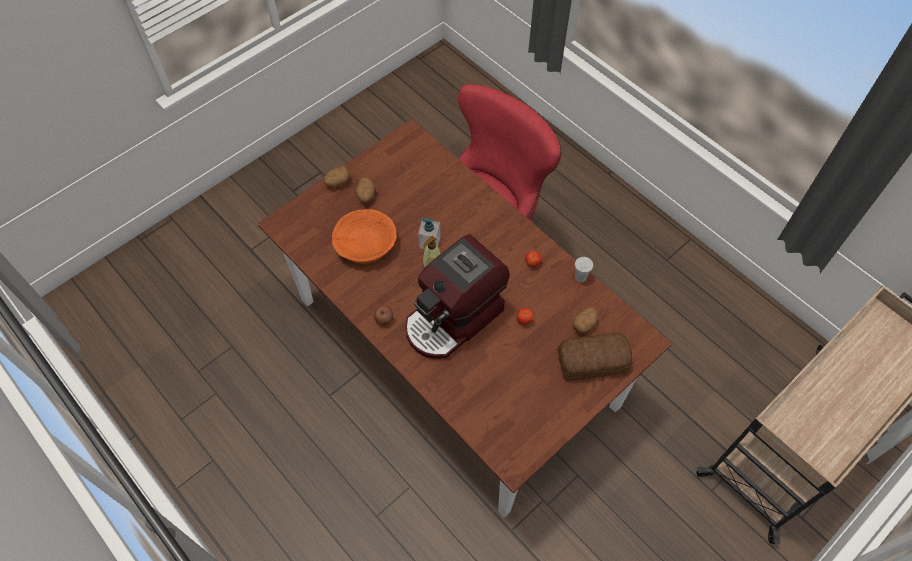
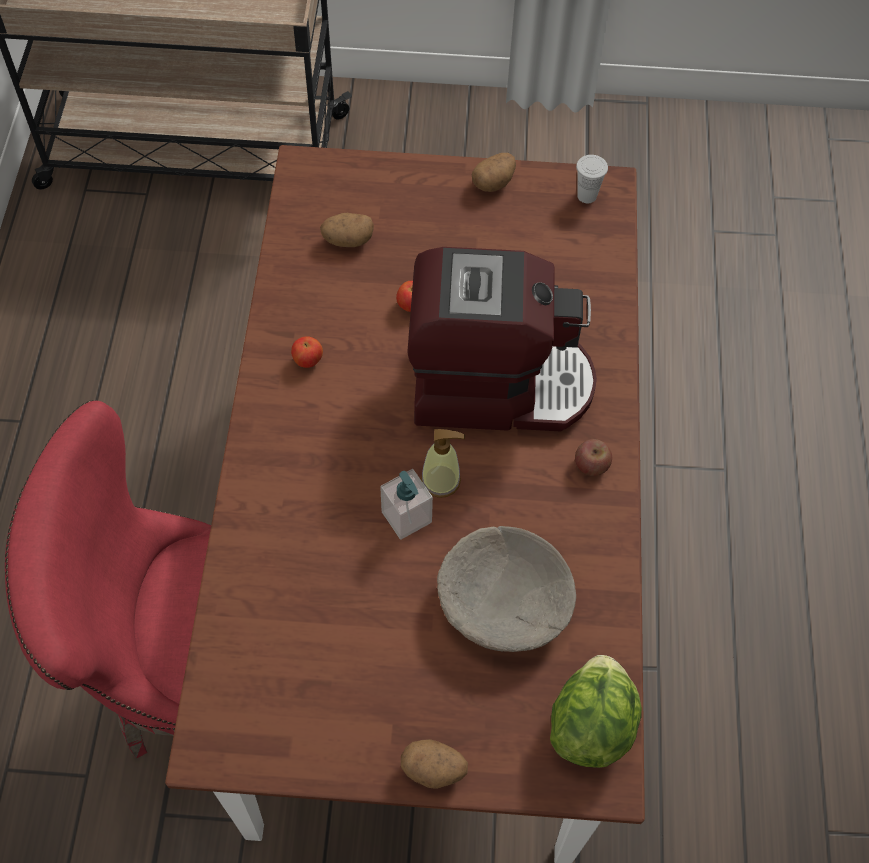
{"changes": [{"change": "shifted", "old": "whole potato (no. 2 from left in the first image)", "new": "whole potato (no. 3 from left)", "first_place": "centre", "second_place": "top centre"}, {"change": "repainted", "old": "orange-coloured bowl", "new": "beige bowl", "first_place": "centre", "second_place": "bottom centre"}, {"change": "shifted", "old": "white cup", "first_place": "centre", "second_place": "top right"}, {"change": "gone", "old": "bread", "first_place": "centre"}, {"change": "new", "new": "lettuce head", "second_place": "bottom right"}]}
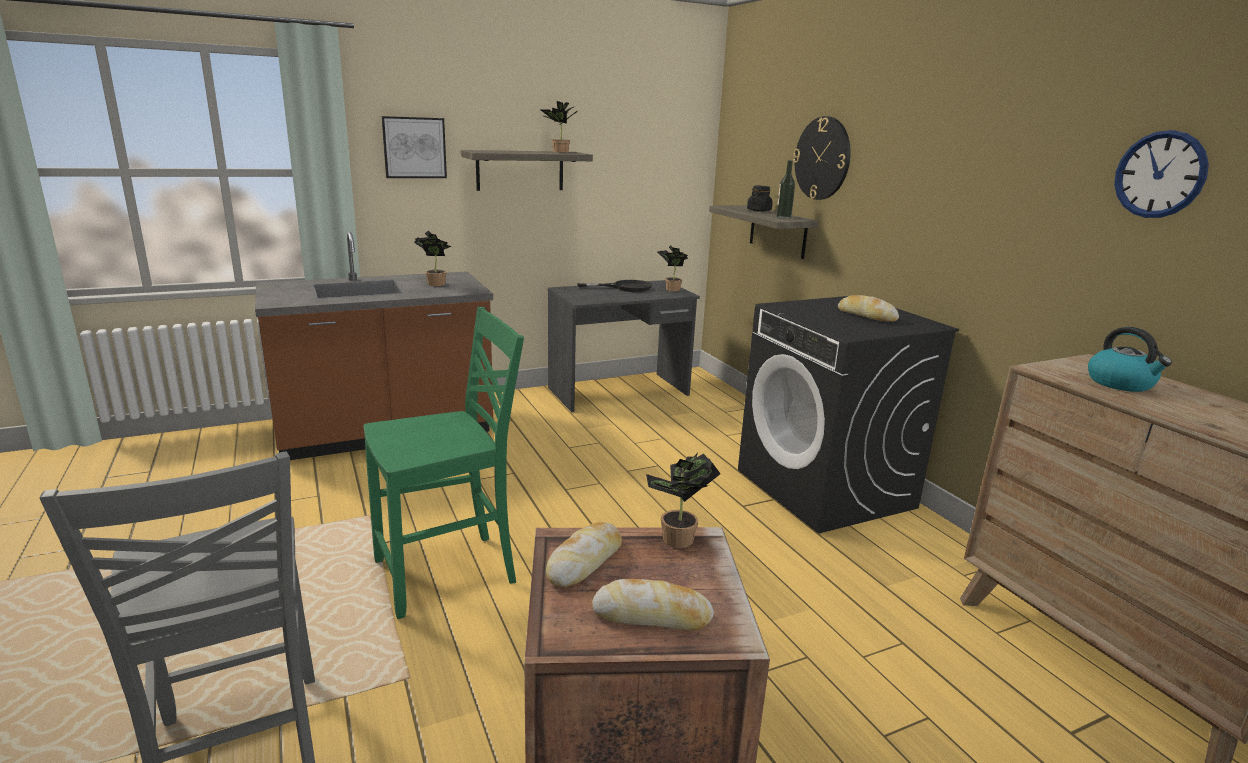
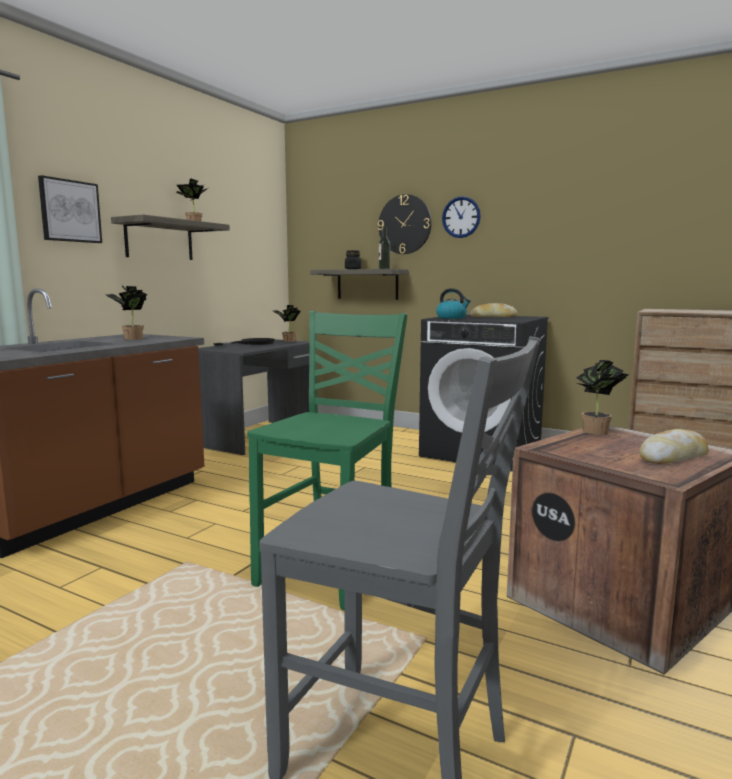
{"changes": [{"change": "shifted", "old": "hanging clock (no. 2 from left)", "first_place": "top right", "second_place": "top centre"}, {"change": "shifted", "old": "tea kettle", "first_place": "middle right", "second_place": "centre"}, {"change": "gone", "old": "bread (no. 1 from left)", "first_place": "bottom centre"}]}
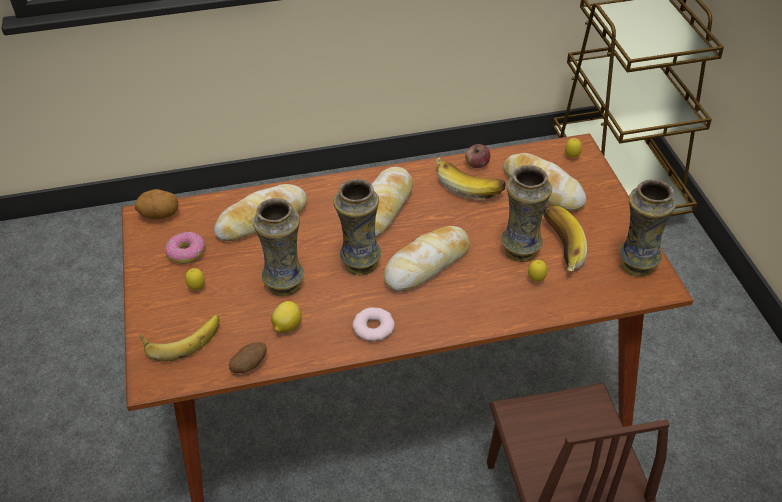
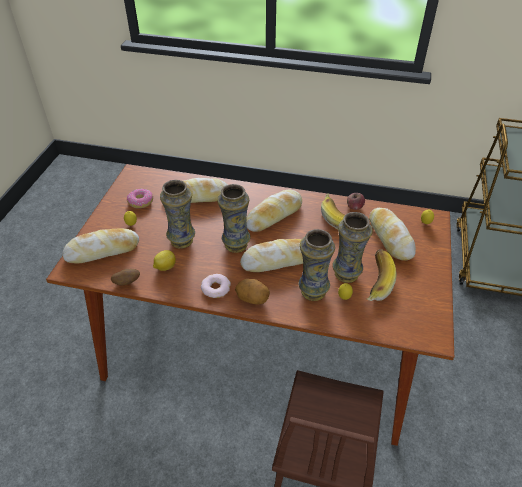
{"changes": [{"change": "shifted", "old": "vase (no. 4 from left in the first image)", "new": "vase (no. 3 from left)", "first_place": "middle right", "second_place": "centre"}, {"change": "shifted", "old": "whole potato (no. 1 from left in the first image)", "new": "whole potato (no. 2 from left)", "first_place": "middle left", "second_place": "centre"}, {"change": "swapped", "old": "whole banana (no. 1 from left)", "new": "bread (no. 1 from left)", "first_place": "bottom left", "second_place": "middle left"}]}
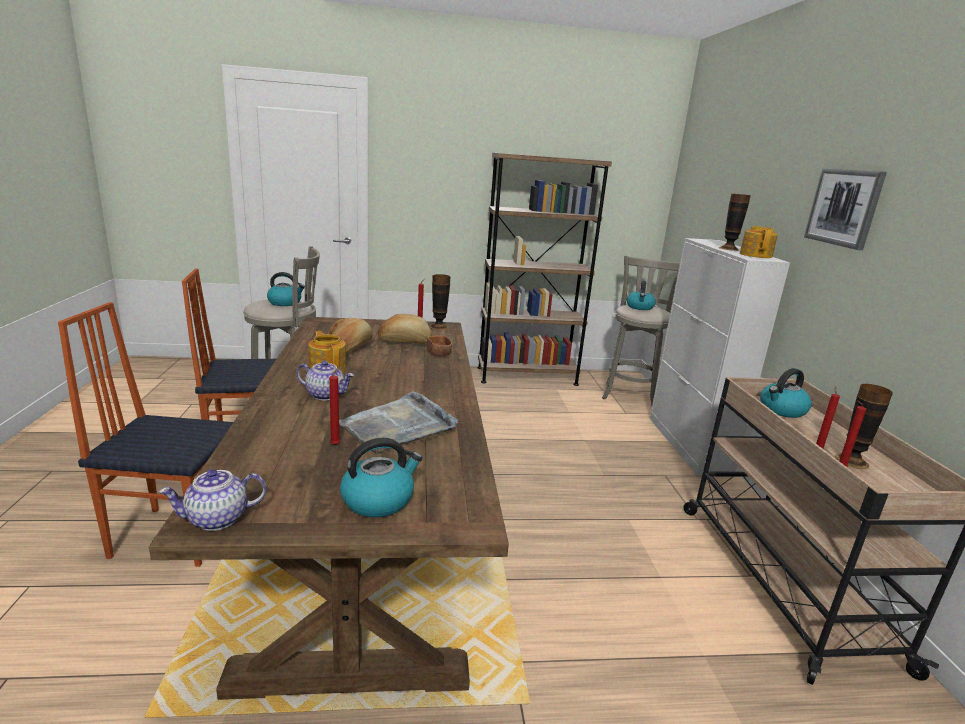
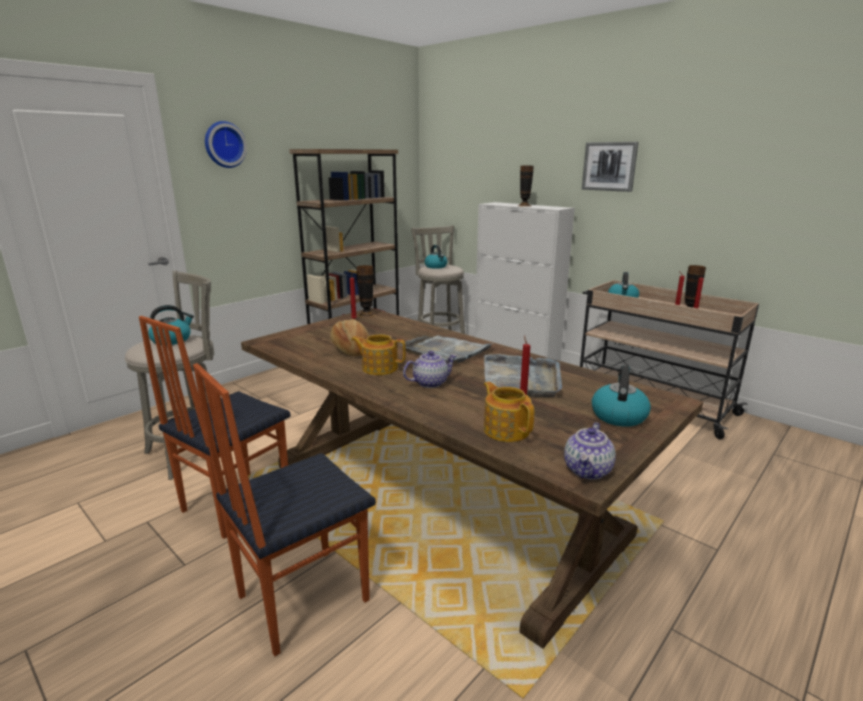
{"changes": [{"change": "shifted", "old": "teapot (no. 4 from left in the first image)", "new": "teapot (no. 3 from left)", "first_place": "middle right", "second_place": "centre"}, {"change": "gone", "old": "bread (no. 2 from left)", "first_place": "centre"}, {"change": "gone", "old": "brown-coloured bowl", "first_place": "centre"}, {"change": "new", "new": "hanging clock", "second_place": "top left"}, {"change": "new", "new": "gray tray (no. 1 from left)", "second_place": "centre"}]}
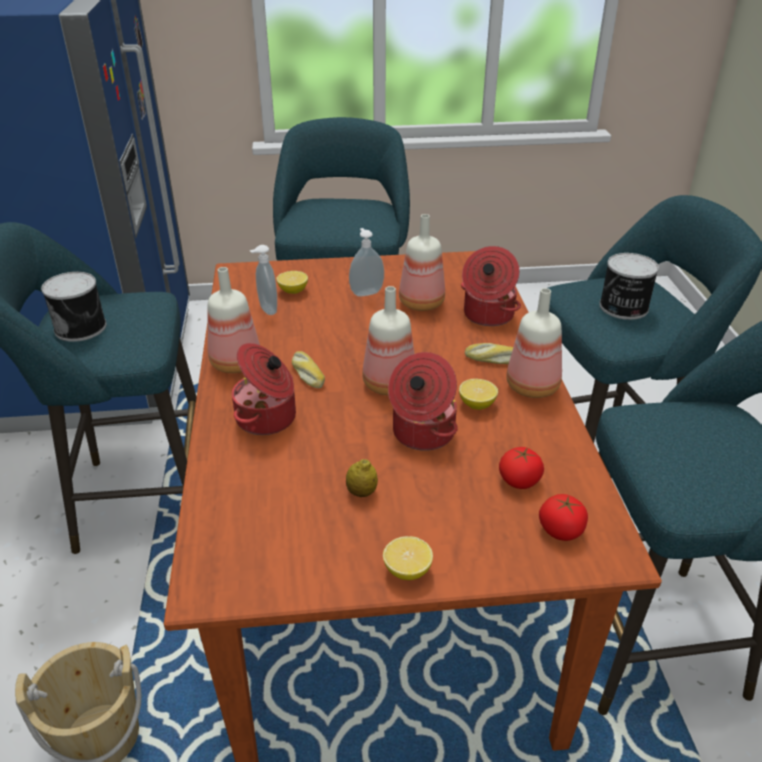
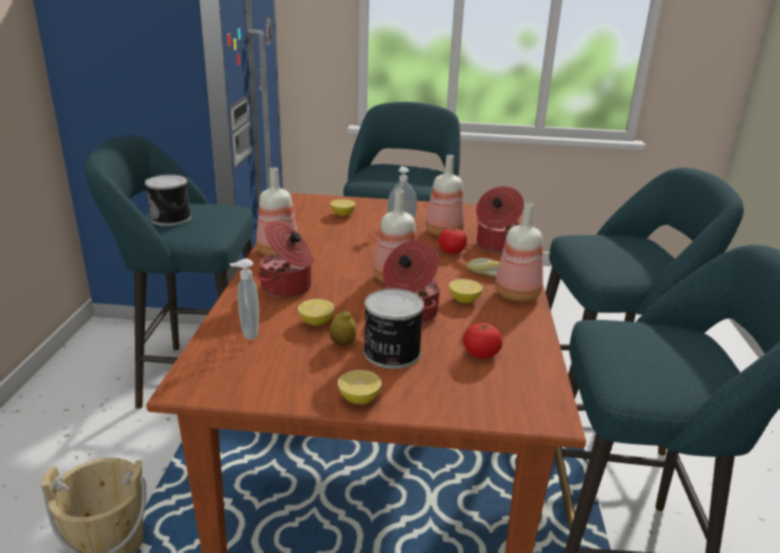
{"changes": [{"change": "shifted", "old": "liquid soap bottle (no. 1 from left)", "first_place": "centre", "second_place": "middle left"}, {"change": "shifted", "old": "can (no. 2 from left)", "first_place": "middle right", "second_place": "centre"}, {"change": "gone", "old": "bread (no. 1 from left)", "first_place": "centre"}, {"change": "shifted", "old": "fresh tomato (no. 2 from left in the first image)", "new": "fresh tomato (no. 1 from left)", "first_place": "bottom right", "second_place": "centre"}, {"change": "new", "new": "lemon (no. 1 from left)", "second_place": "centre"}]}
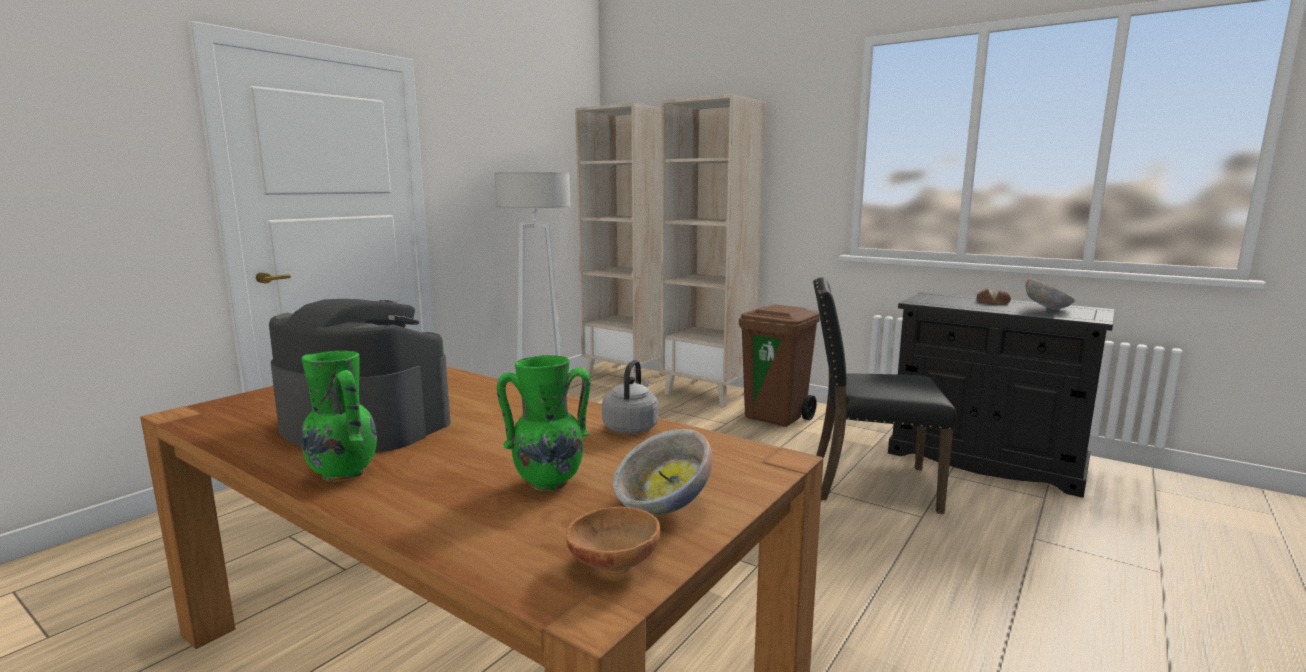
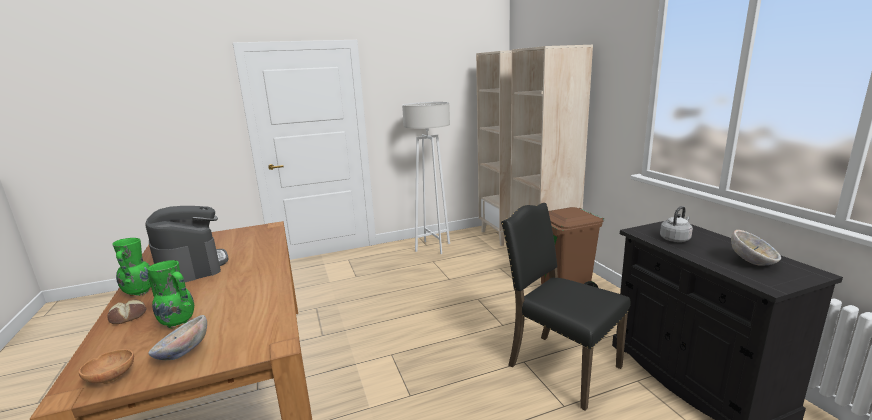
{"changes": [{"change": "shifted", "old": "bread", "first_place": "middle right", "second_place": "bottom left"}, {"change": "shifted", "old": "gray tea kettle", "first_place": "centre", "second_place": "middle right"}]}
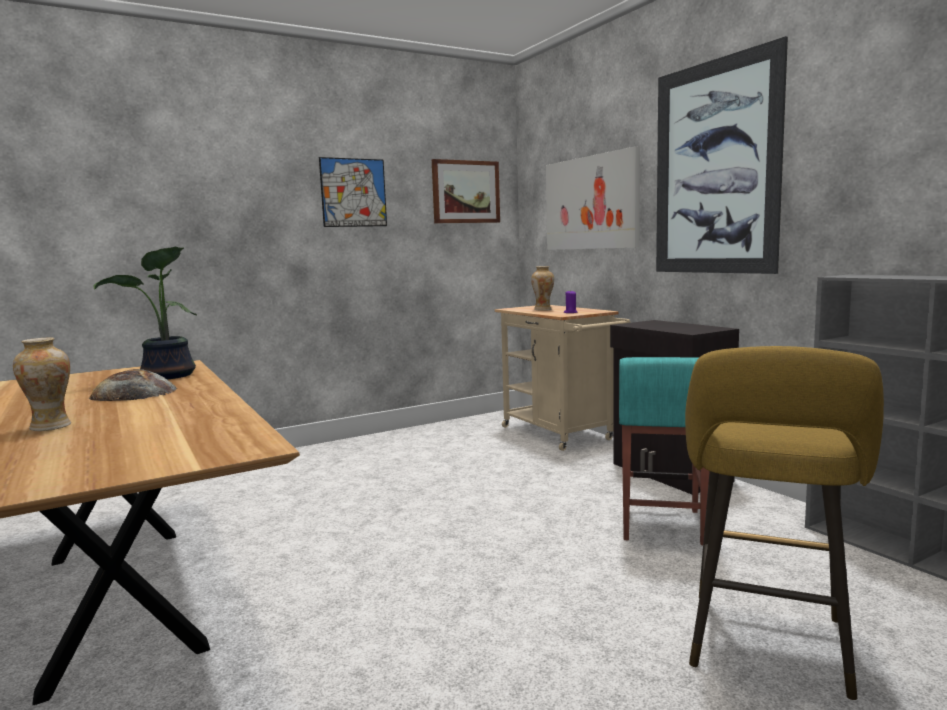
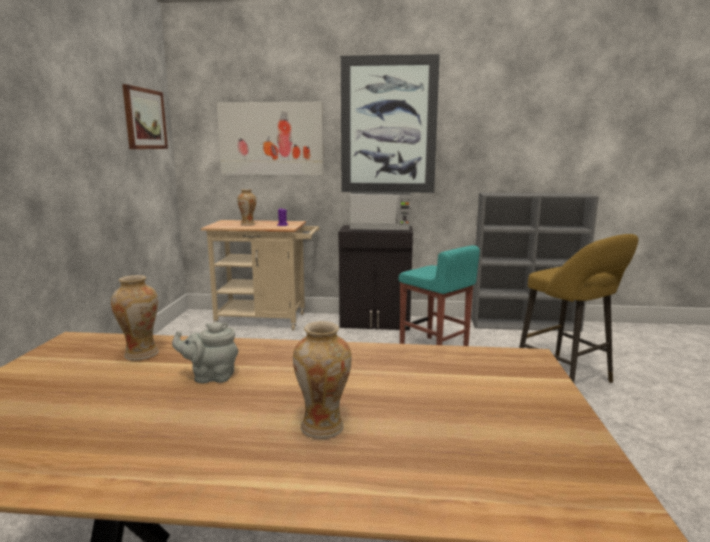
{"changes": [{"change": "gone", "old": "picture (no. 1 from left)", "first_place": "top centre"}, {"change": "swapped", "old": "potted plant", "new": "vase (no. 1 from left)", "first_place": "middle left", "second_place": "middle left"}, {"change": "swapped", "old": "bread", "new": "gray teapot", "first_place": "middle left", "second_place": "middle left"}, {"change": "new", "new": "microwave oven", "second_place": "centre"}]}
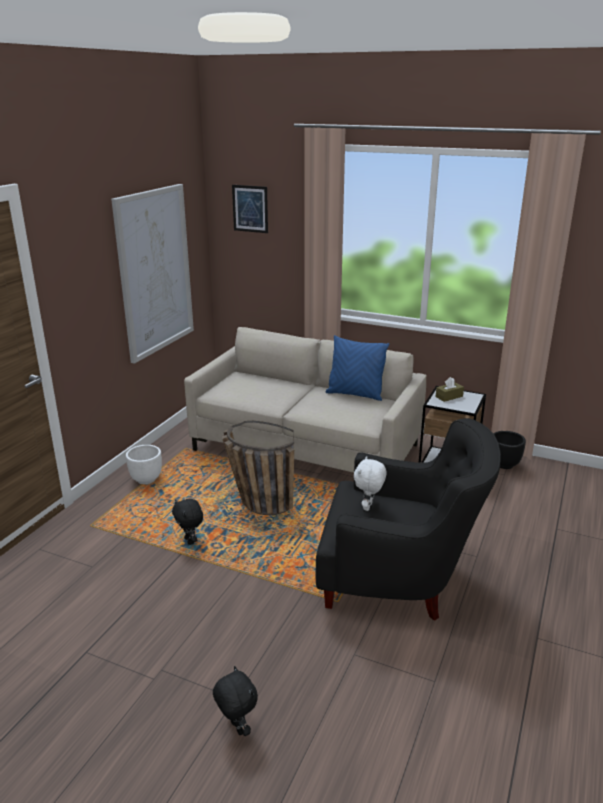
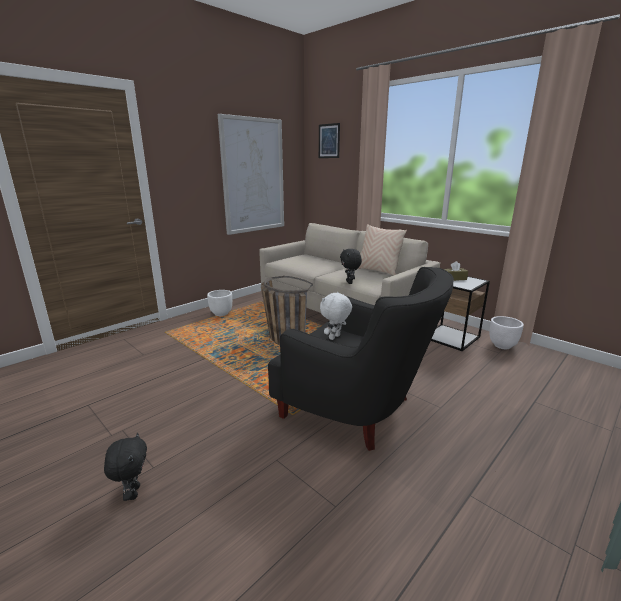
{"changes": [{"change": "repainted", "old": "blue-coloured pillow", "new": "beige pillow", "first_place": "centre", "second_place": "centre"}, {"change": "repainted", "old": "black-coloured plant pot", "new": "white plant pot (no. 2 from left)", "first_place": "middle right", "second_place": "middle right"}, {"change": "shifted", "old": "black-coloured plush toy (no. 1 from left in the first image)", "new": "black-coloured plush toy (no. 2 from left)", "first_place": "middle left", "second_place": "centre"}]}
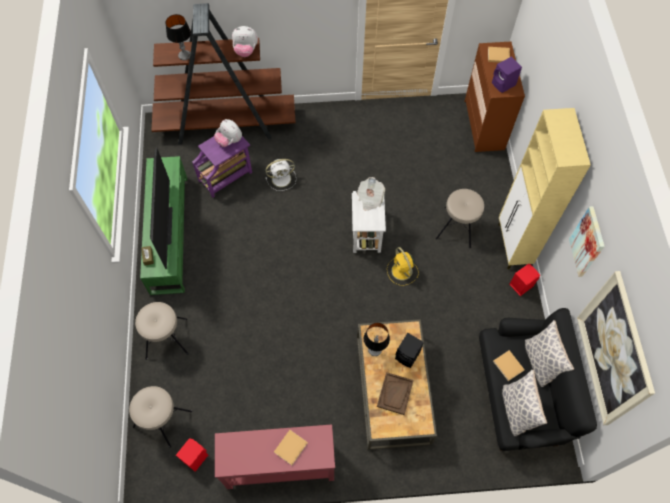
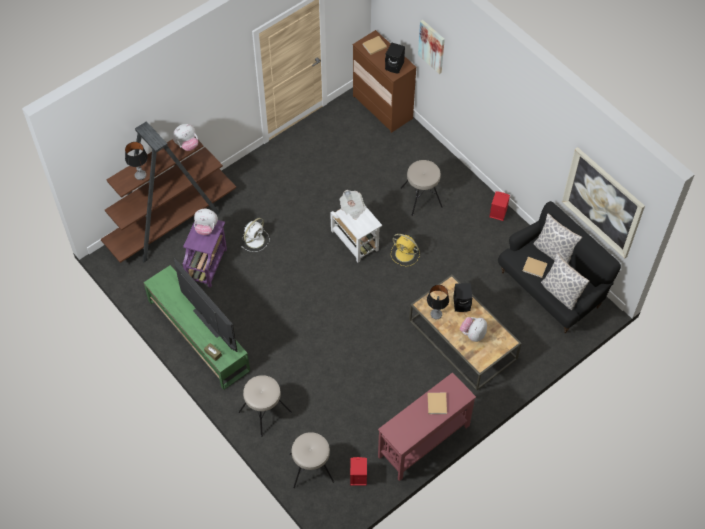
{"changes": [{"change": "repainted", "old": "purple speaker", "new": "black-coloured speaker (no. 1 from left)", "first_place": "top right", "second_place": "top centre"}, {"change": "gone", "old": "beige cabinet", "first_place": "middle right"}, {"change": "shifted", "old": "picture (no. 1 from left)", "first_place": "middle right", "second_place": "top centre"}, {"change": "swapped", "old": "brown-coloured tray", "new": "plush toy (no. 3 from left)", "first_place": "bottom centre", "second_place": "middle right"}]}
